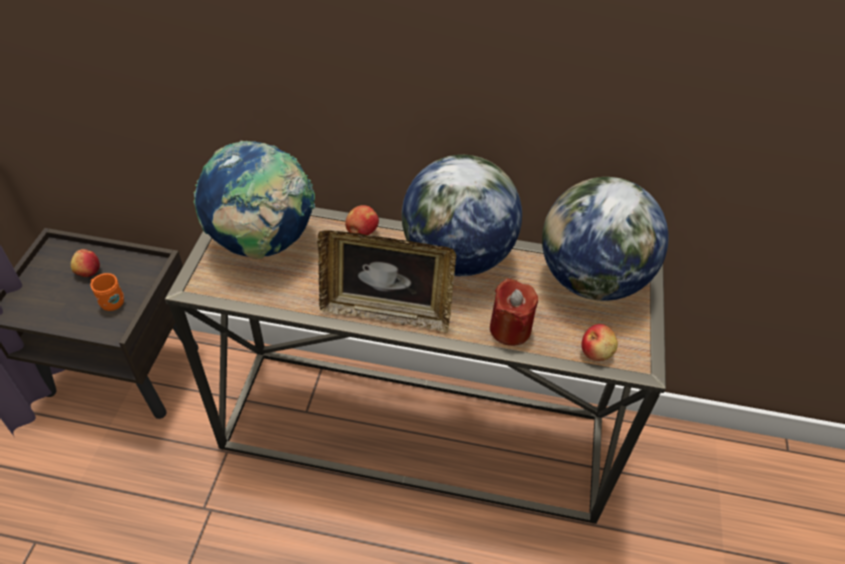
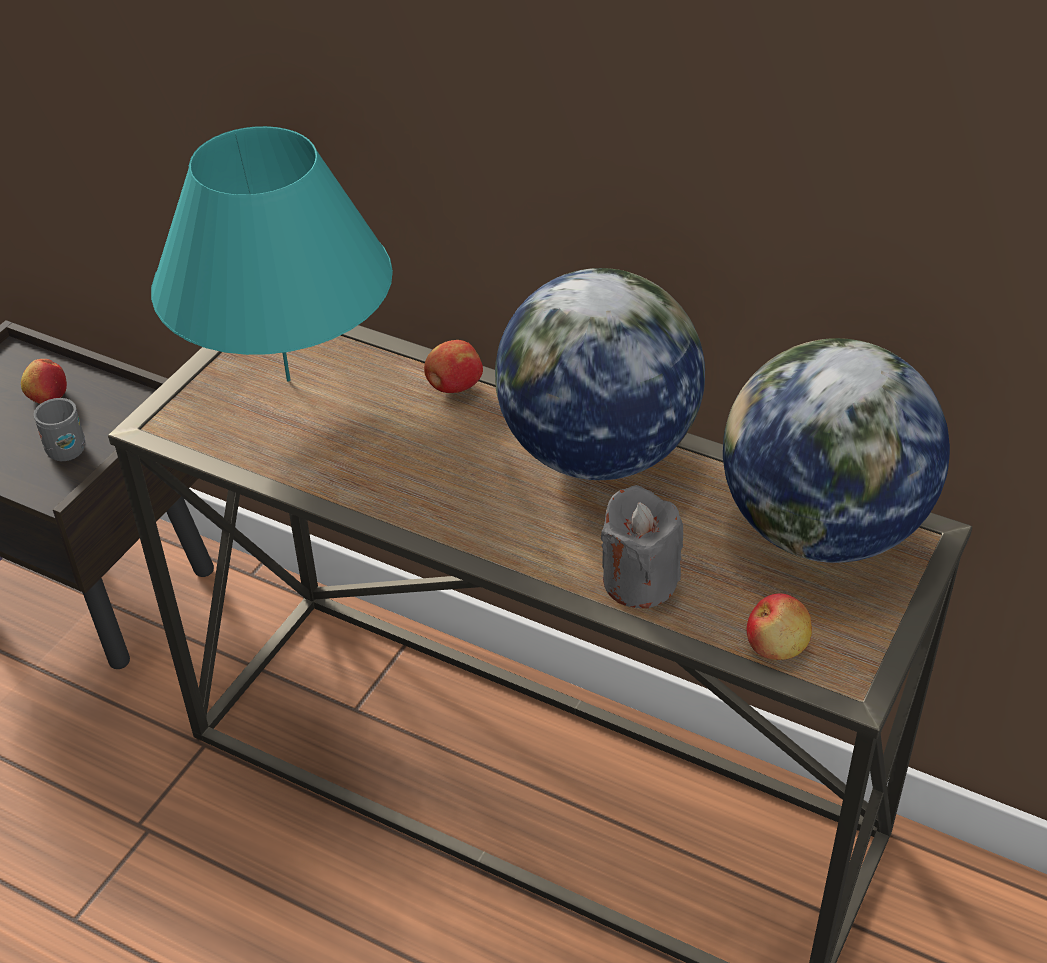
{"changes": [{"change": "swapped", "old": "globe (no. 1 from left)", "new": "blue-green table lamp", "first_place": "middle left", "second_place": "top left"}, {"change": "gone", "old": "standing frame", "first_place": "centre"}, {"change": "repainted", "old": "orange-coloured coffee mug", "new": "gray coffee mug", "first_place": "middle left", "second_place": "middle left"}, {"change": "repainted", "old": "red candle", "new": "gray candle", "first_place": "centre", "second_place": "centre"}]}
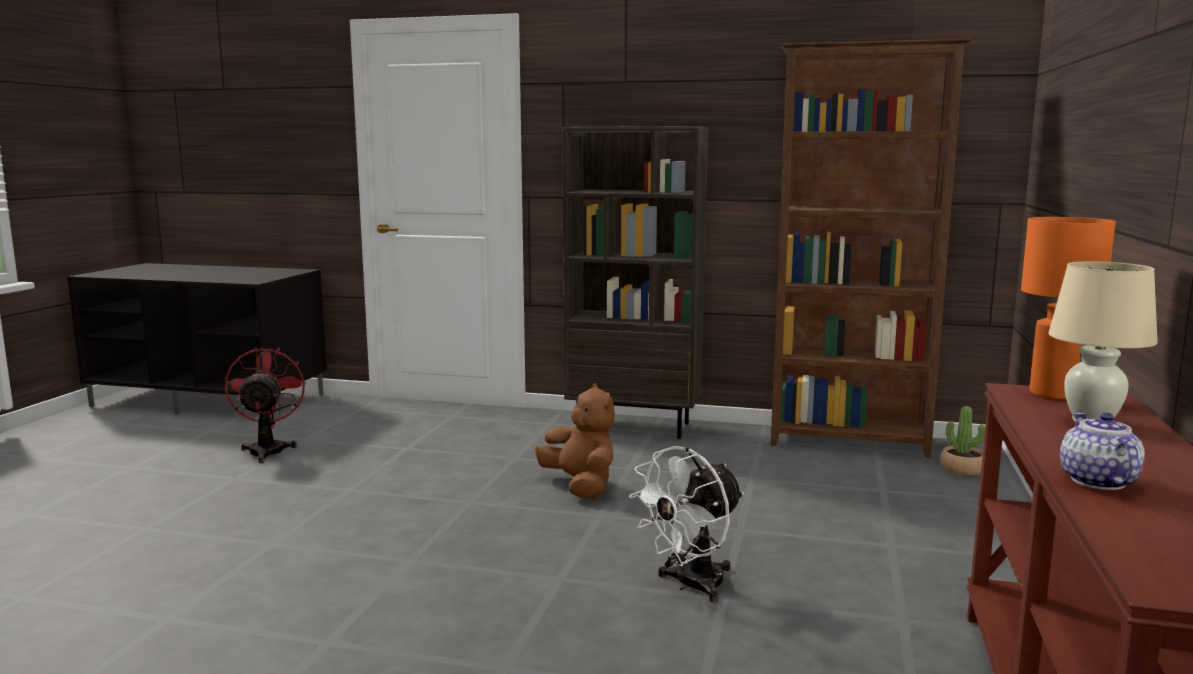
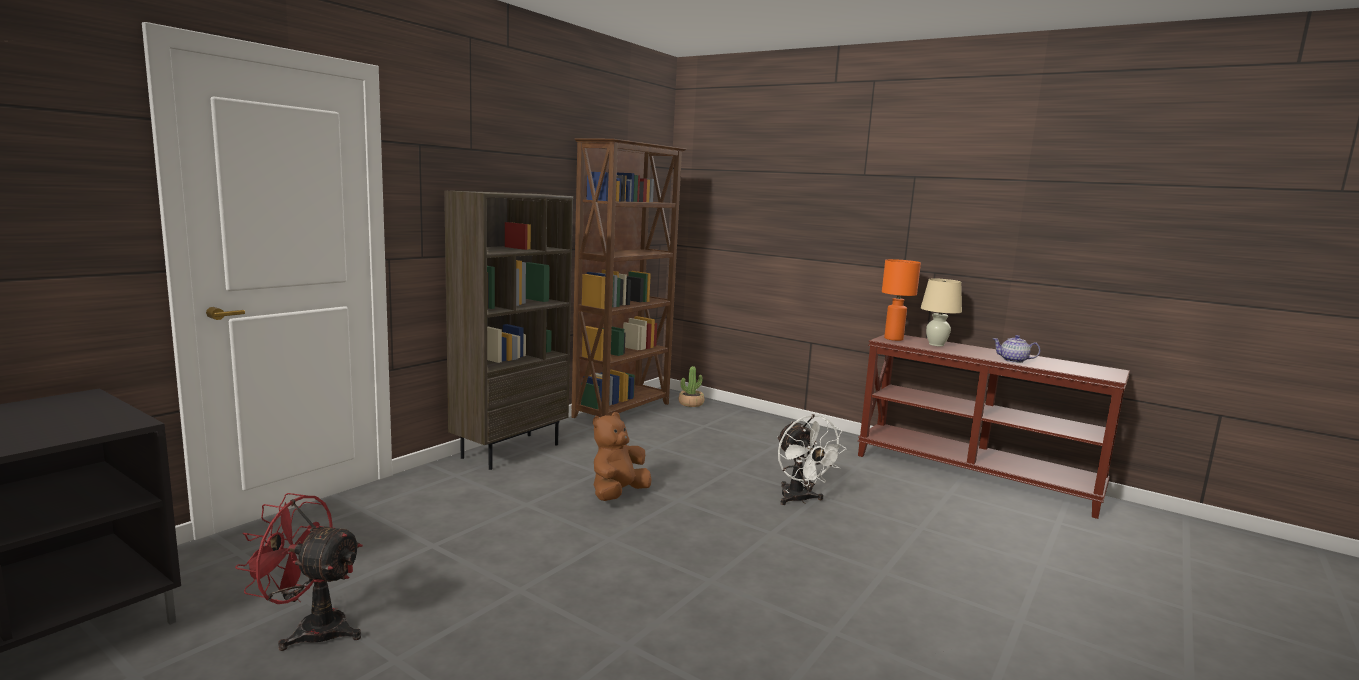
{"changes": [{"change": "rotated", "old": "brown-coloured plush toy", "first_place": "centre", "second_place": "bottom centre", "degrees": -45}]}
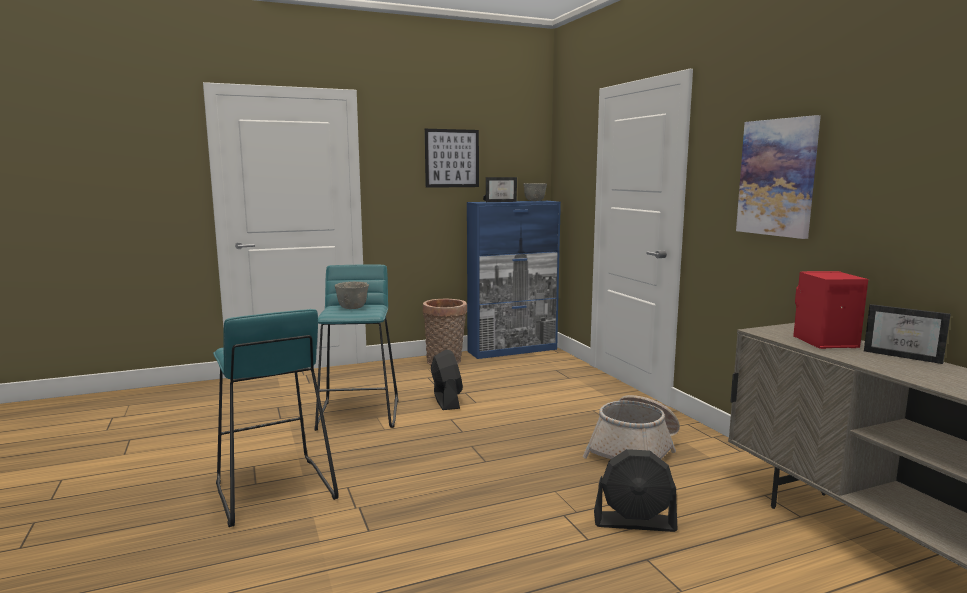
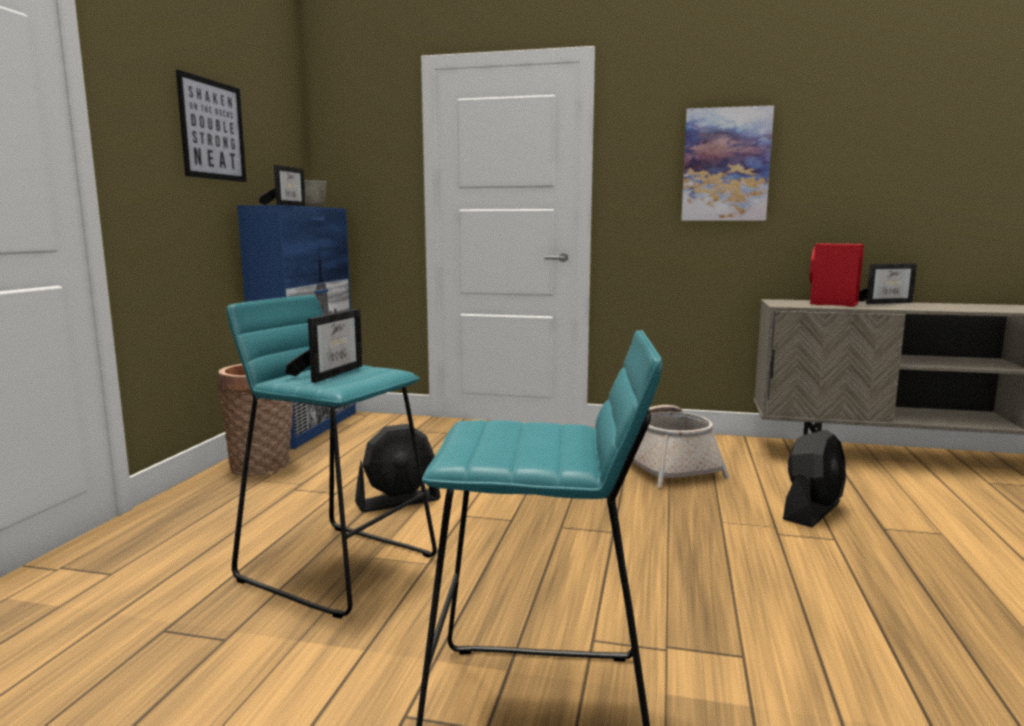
{"changes": [{"change": "swapped", "old": "gray bowl (no. 1 from left)", "new": "standing frame (no. 2 from left)", "first_place": "centre", "second_place": "middle left"}, {"change": "rotated", "old": "black-coloured cooling fan (no. 1 from left)", "first_place": "centre", "second_place": "centre", "degrees": 135}]}
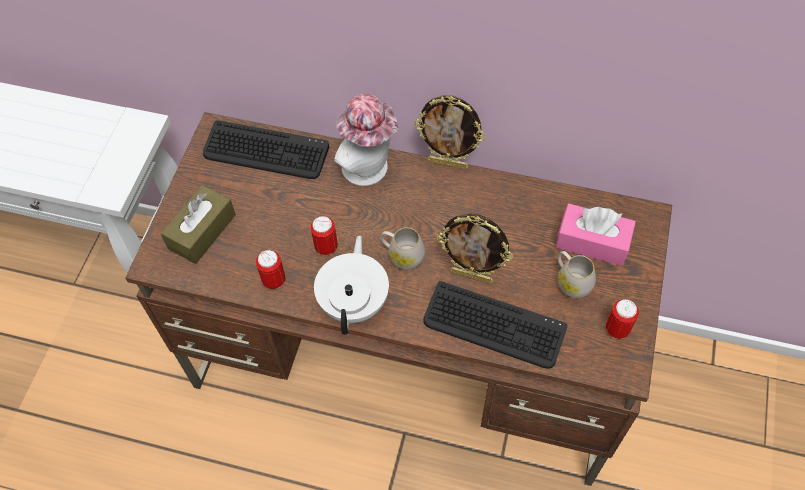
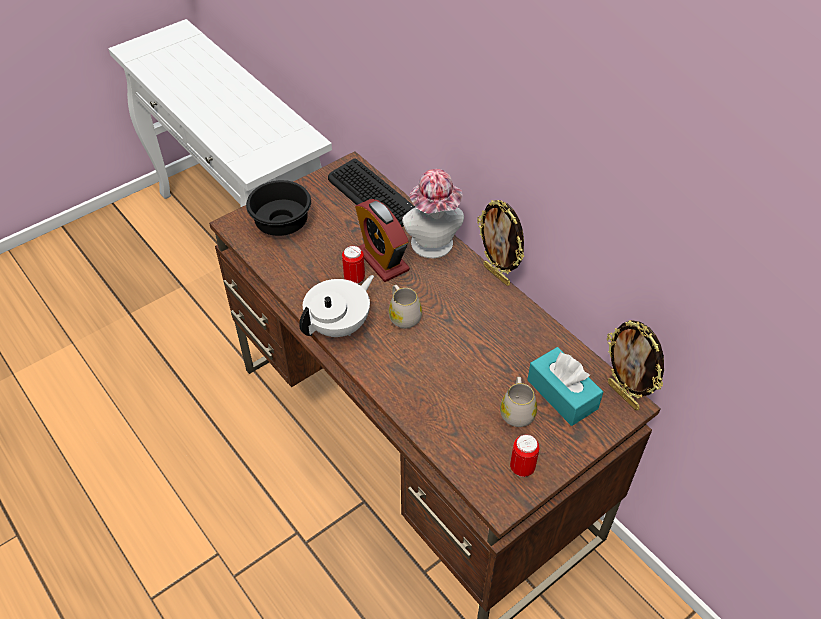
{"changes": [{"change": "swapped", "old": "brown-coloured tissue holder", "new": "black-coloured bowl", "first_place": "middle left", "second_place": "centre"}, {"change": "repainted", "old": "pink-coloured tissue holder", "new": "blue-green tissue holder", "first_place": "middle right", "second_place": "middle right"}, {"change": "shifted", "old": "standing frame (no. 2 from left)", "first_place": "centre", "second_place": "middle right"}, {"change": "gone", "old": "can (no. 1 from left)", "first_place": "centre"}, {"change": "gone", "old": "keyboard (no. 2 from left)", "first_place": "centre"}, {"change": "new", "new": "table clock", "second_place": "centre"}]}
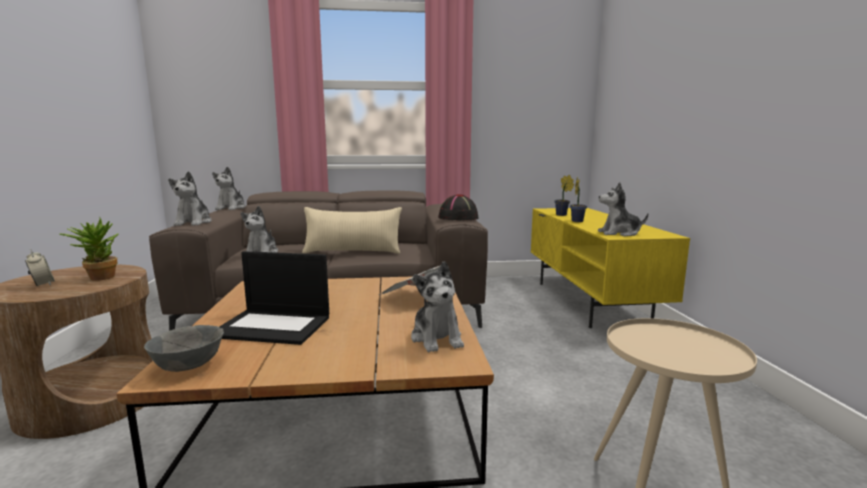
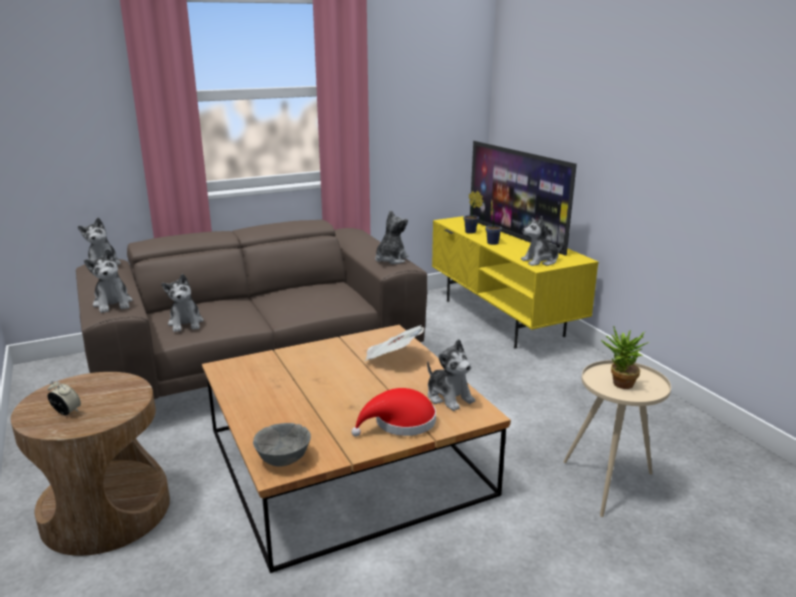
{"changes": [{"change": "swapped", "old": "black-coloured wearable hat", "new": "plush toy (no. 4 from left)", "first_place": "centre", "second_place": "centre"}, {"change": "gone", "old": "beige pillow", "first_place": "centre"}, {"change": "shifted", "old": "potted plant (no. 1 from left in the first image)", "new": "potted plant (no. 3 from left)", "first_place": "middle left", "second_place": "middle right"}, {"change": "gone", "old": "laptop", "first_place": "middle left"}, {"change": "new", "new": "TV", "second_place": "top centre"}, {"change": "new", "new": "red wearable hat", "second_place": "bottom centre"}]}
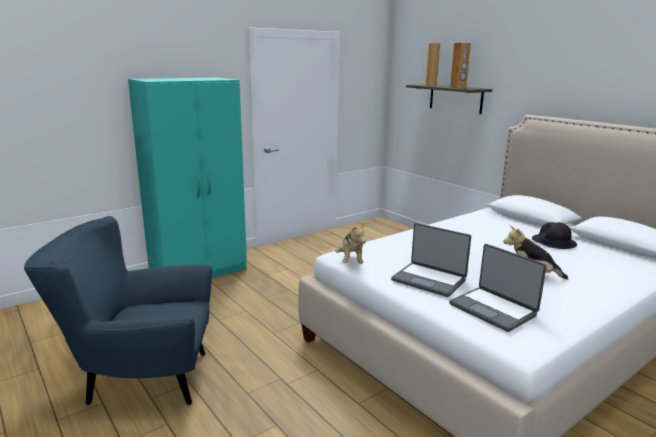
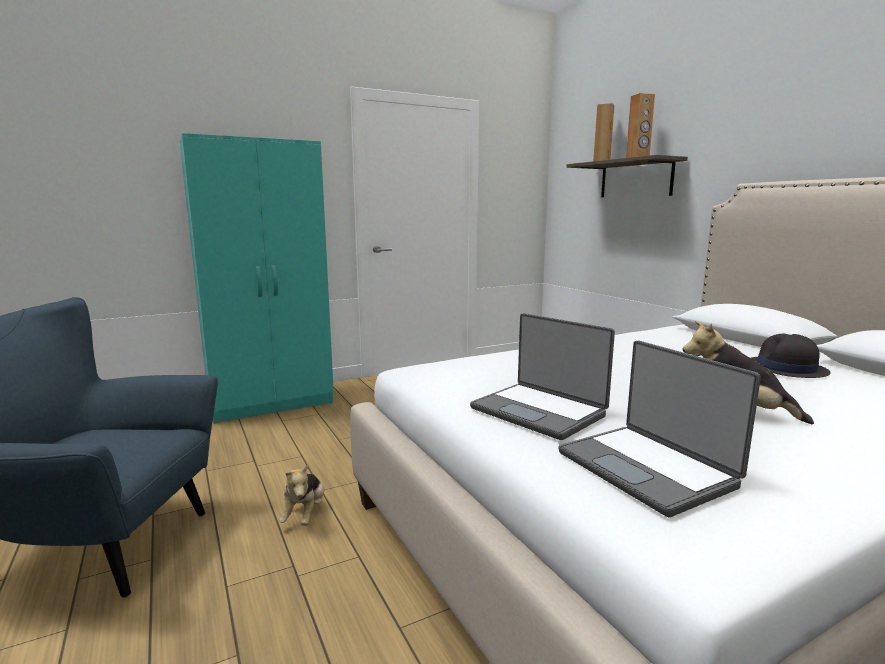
{"changes": [{"change": "shifted", "old": "plush toy (no. 1 from left)", "first_place": "centre", "second_place": "bottom centre"}]}
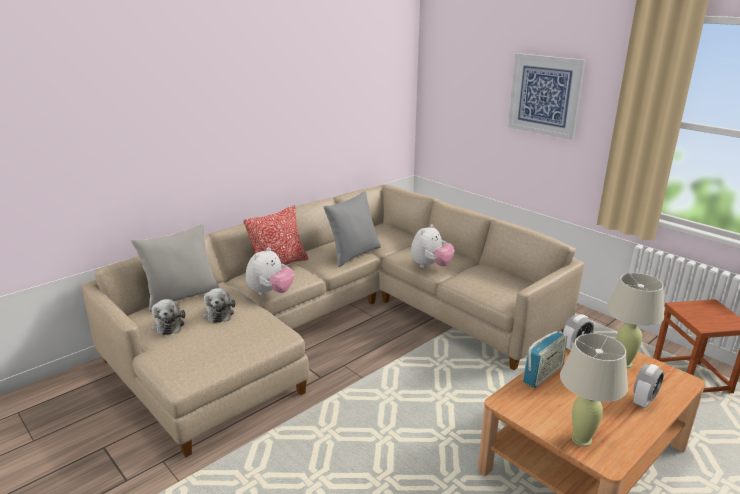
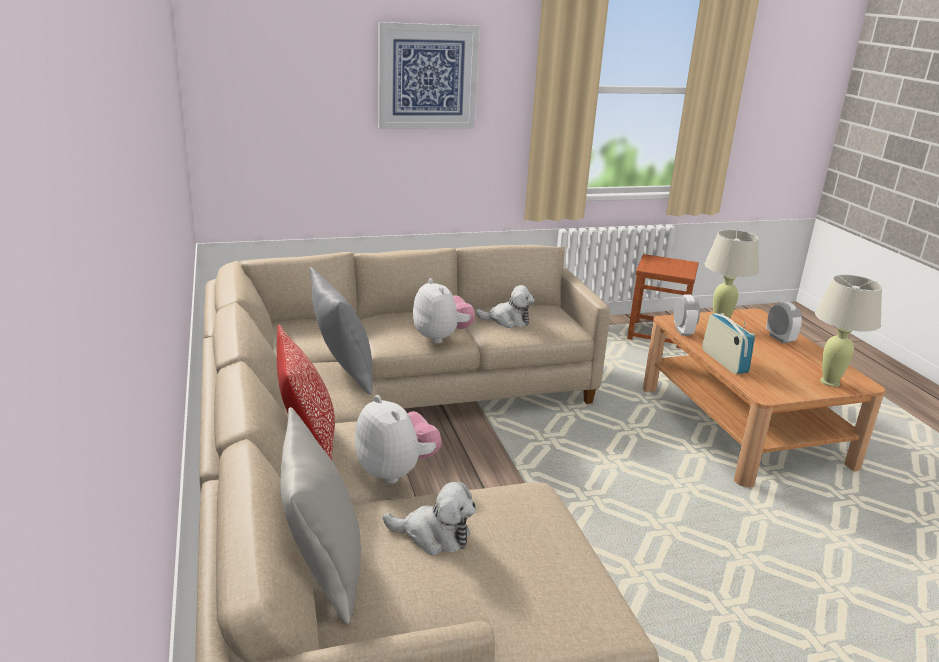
{"changes": [{"change": "shifted", "old": "plush toy (no. 1 from left in the first image)", "new": "plush toy (no. 4 from left)", "first_place": "middle left", "second_place": "centre"}]}
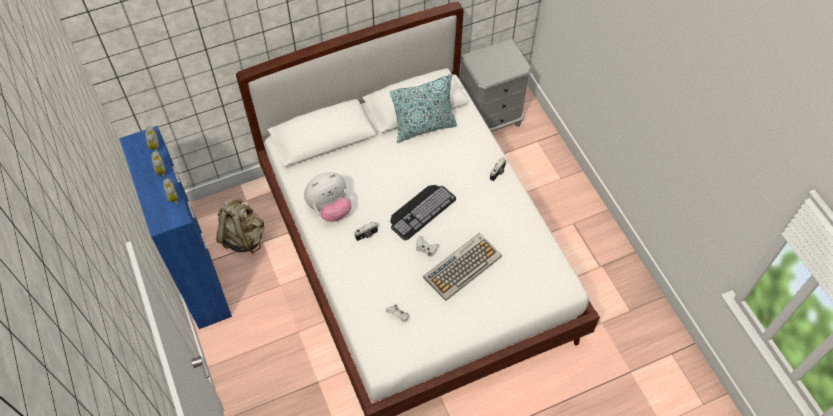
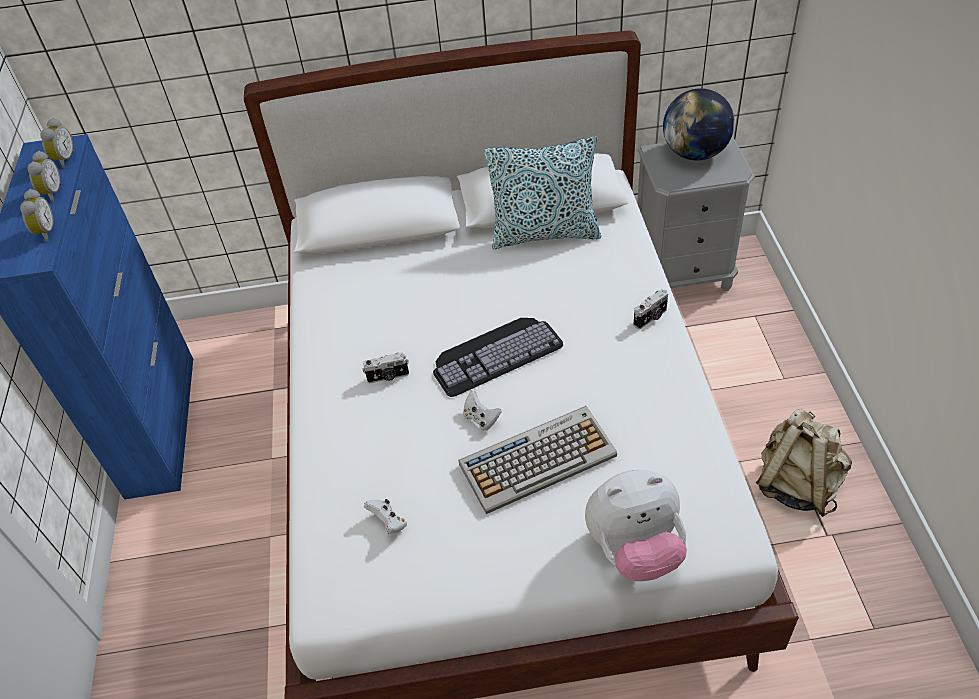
{"changes": [{"change": "shifted", "old": "plush toy", "first_place": "centre", "second_place": "bottom centre"}, {"change": "shifted", "old": "beige knapsack", "first_place": "middle left", "second_place": "middle right"}, {"change": "new", "new": "globe", "second_place": "top right"}]}
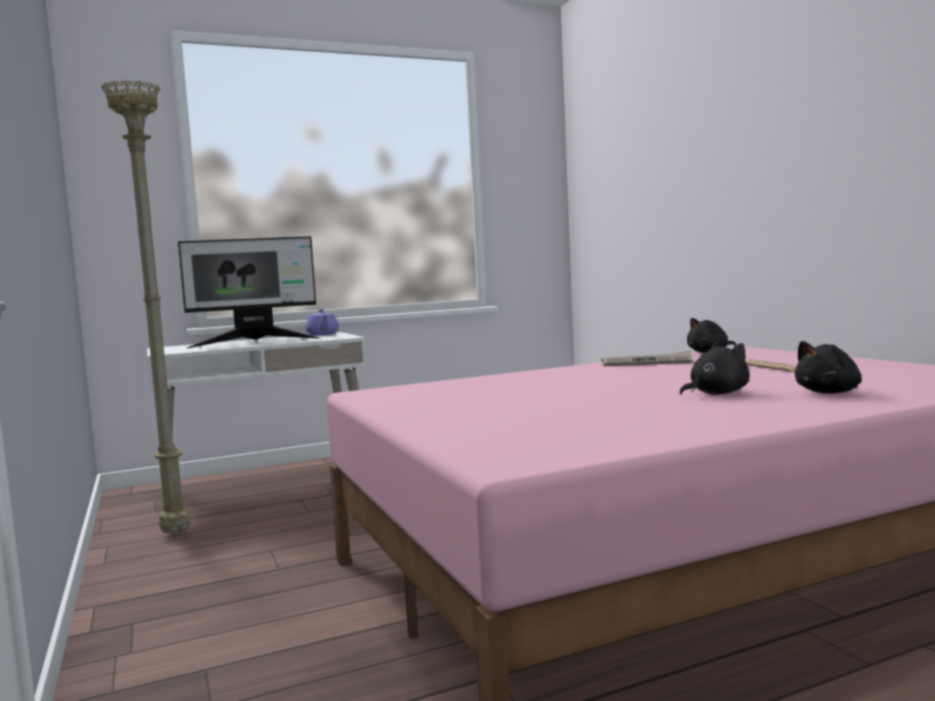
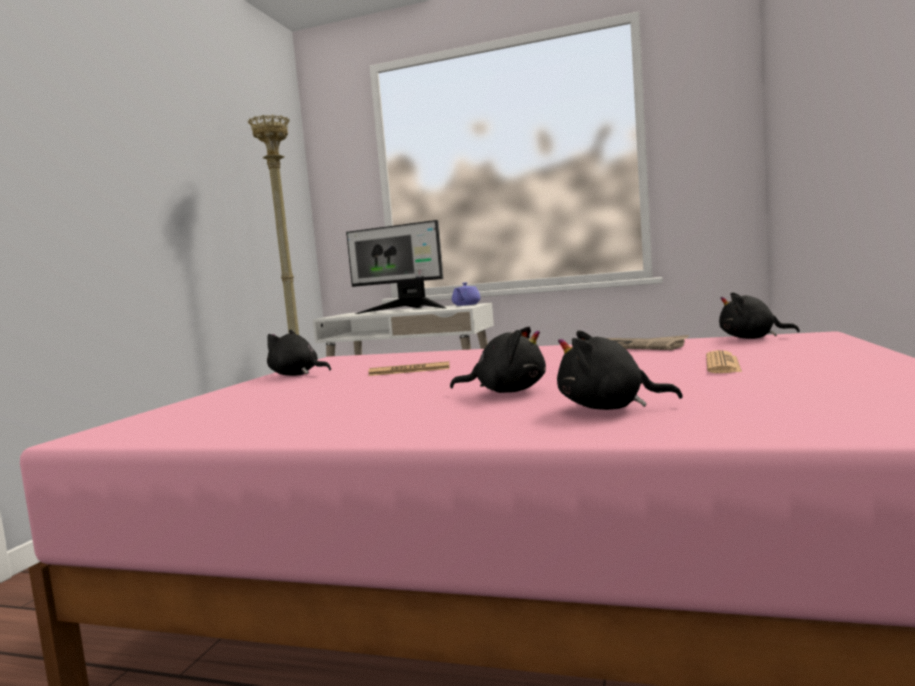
{"changes": [{"change": "new", "new": "black-coloured plush toy (no. 1 from left)", "second_place": "middle left"}, {"change": "new", "new": "printed paper (no. 1 from left)", "second_place": "centre"}]}
